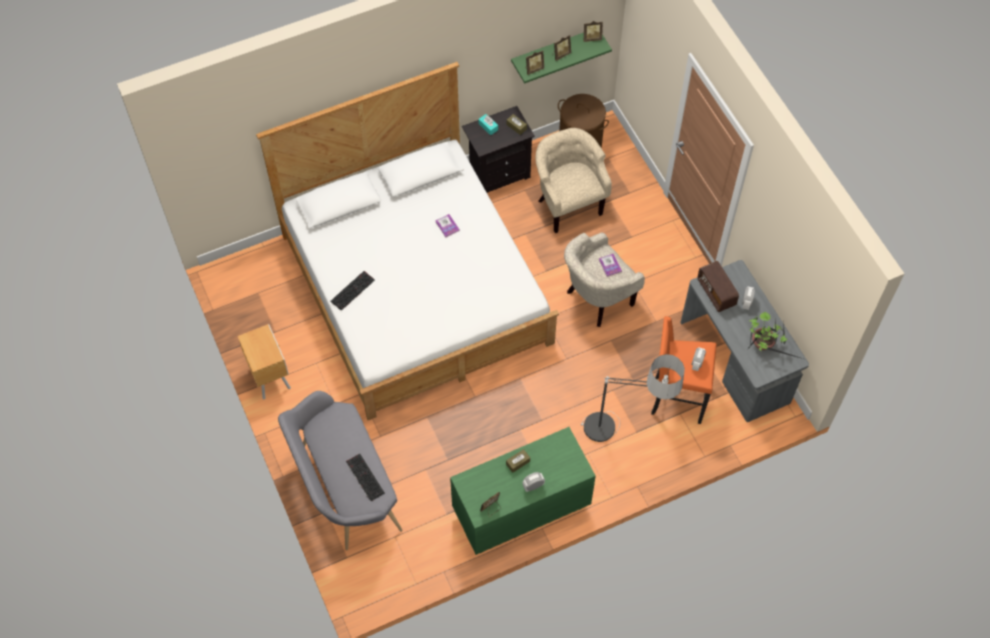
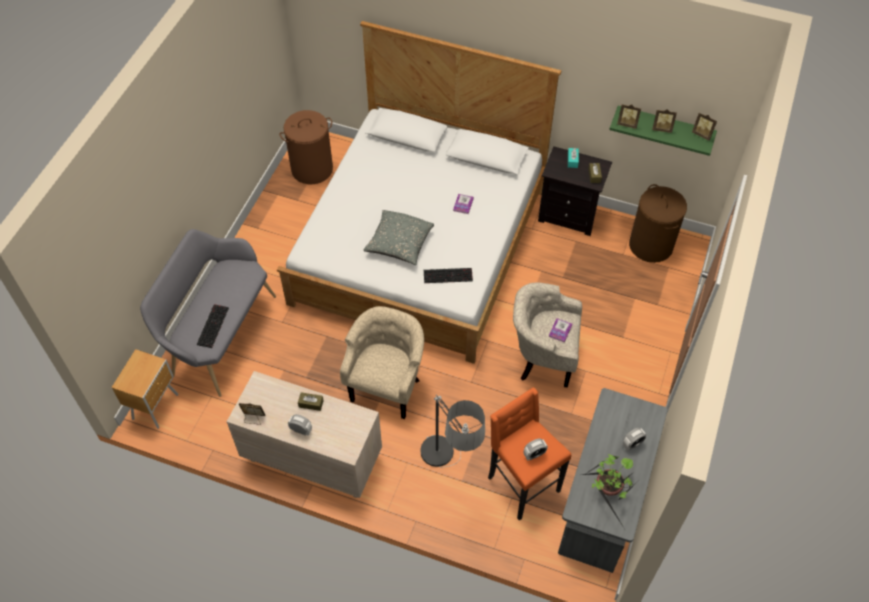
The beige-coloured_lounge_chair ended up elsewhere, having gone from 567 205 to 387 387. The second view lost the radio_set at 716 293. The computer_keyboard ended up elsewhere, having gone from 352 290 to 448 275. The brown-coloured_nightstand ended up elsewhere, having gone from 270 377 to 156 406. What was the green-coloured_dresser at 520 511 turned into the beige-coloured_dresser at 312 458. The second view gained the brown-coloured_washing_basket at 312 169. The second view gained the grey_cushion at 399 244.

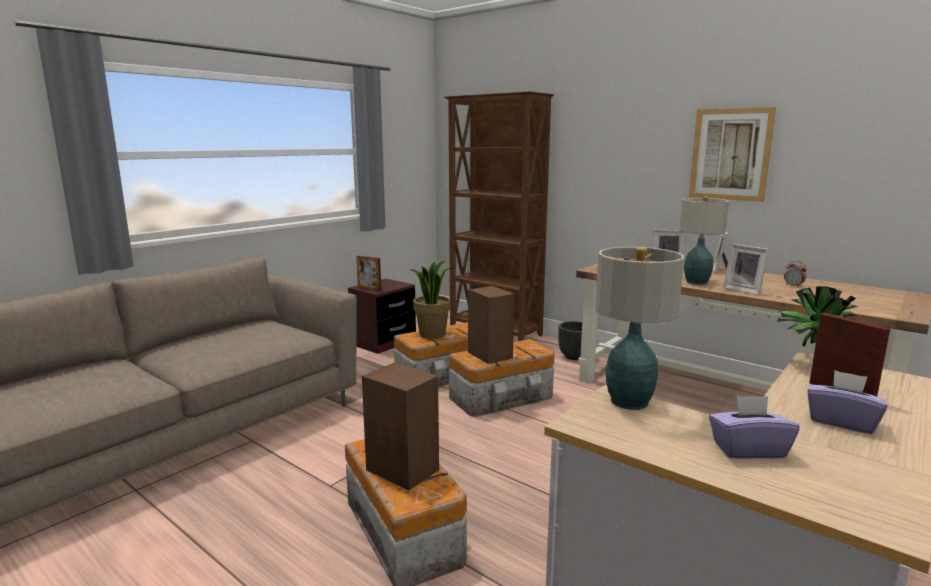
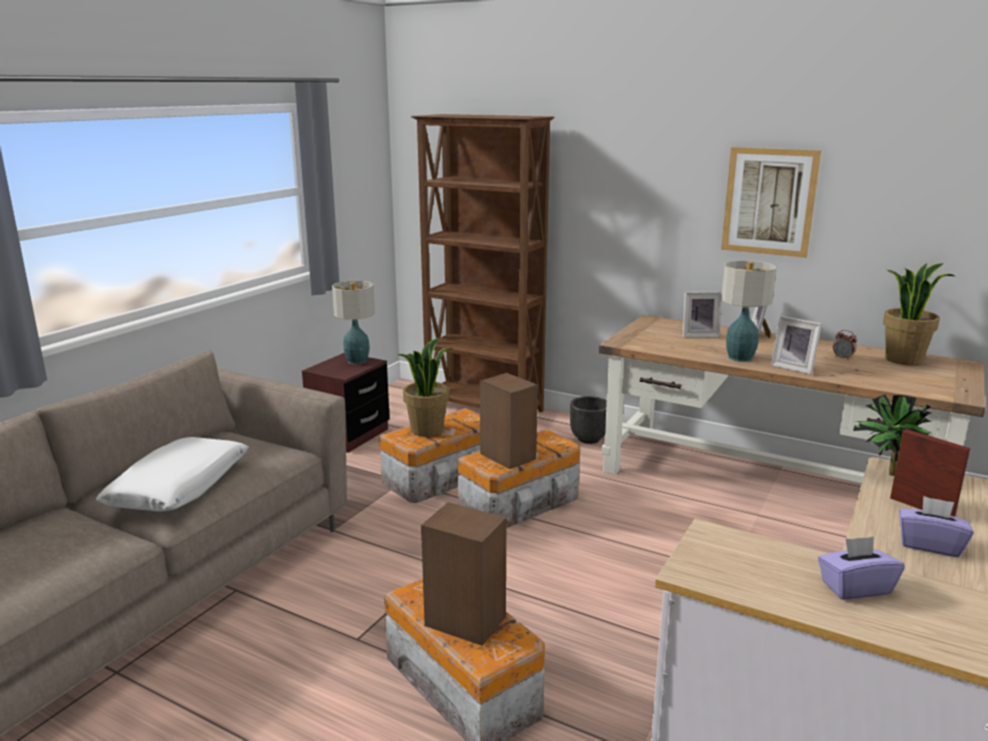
The lamp_for_a_table ended up elsewhere, having gone from 628 402 to 356 361. The second view lost the photo_frame at 369 289. The second view gained the potted_plant at 903 359. The second view gained the white_cushion at 179 487.

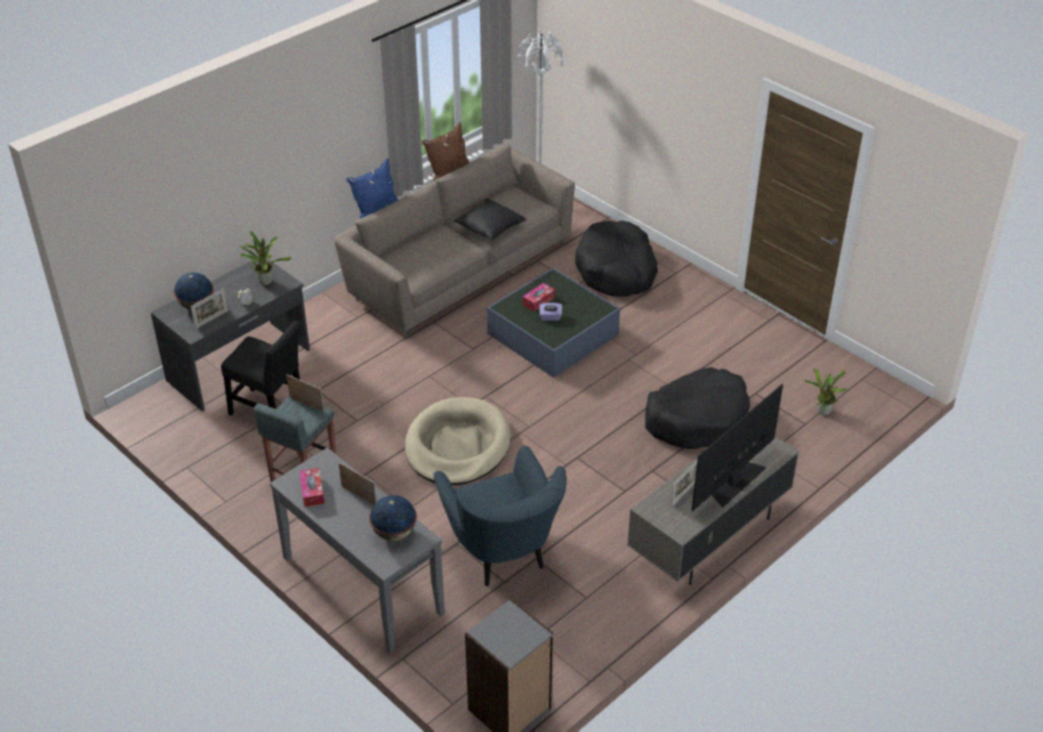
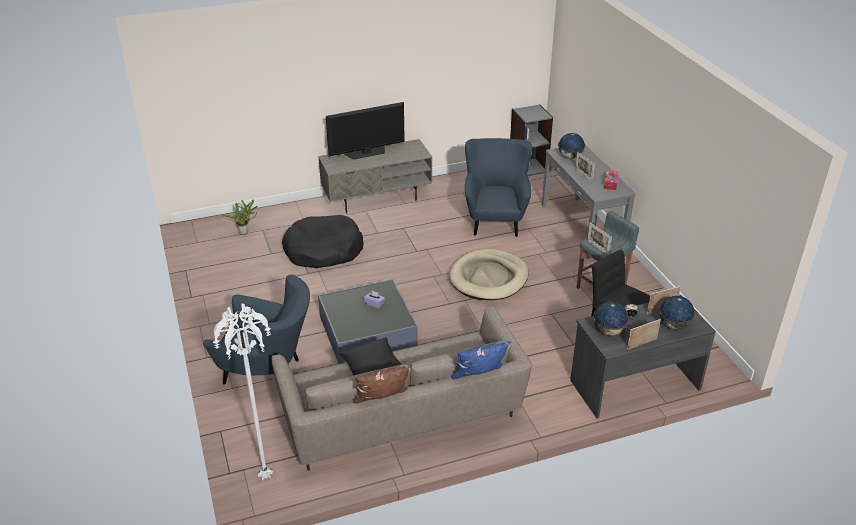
Where the black-coloured_dog_bed stood at 616 270, the blue-coloured_lounge_chair came to stand at 268 372. Where the potted_plant stood at 265 280, the world_globe came to stand at 609 331. The second view lost the tissue_holder at 538 301. The photo_frame ended up elsewhere, having gone from 684 493 to 642 344.

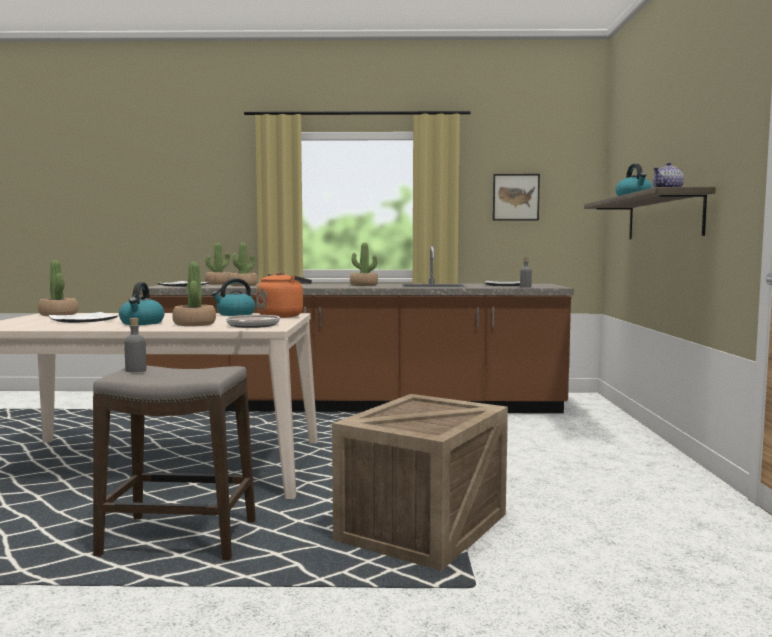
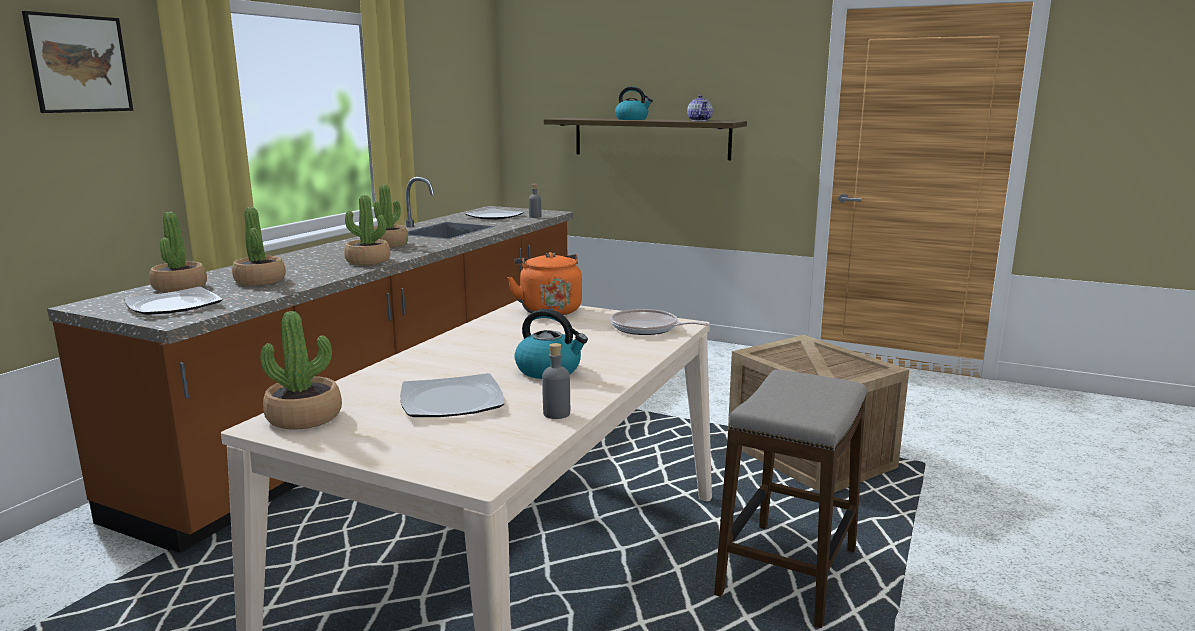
The picture ended up elsewhere, having gone from 516 197 to 79 64. The potted_plant ended up elsewhere, having gone from 194 324 to 368 261. The second view lost the kettle at 235 314. The grey_beverage_bottle ended up elsewhere, having gone from 136 370 to 556 413.

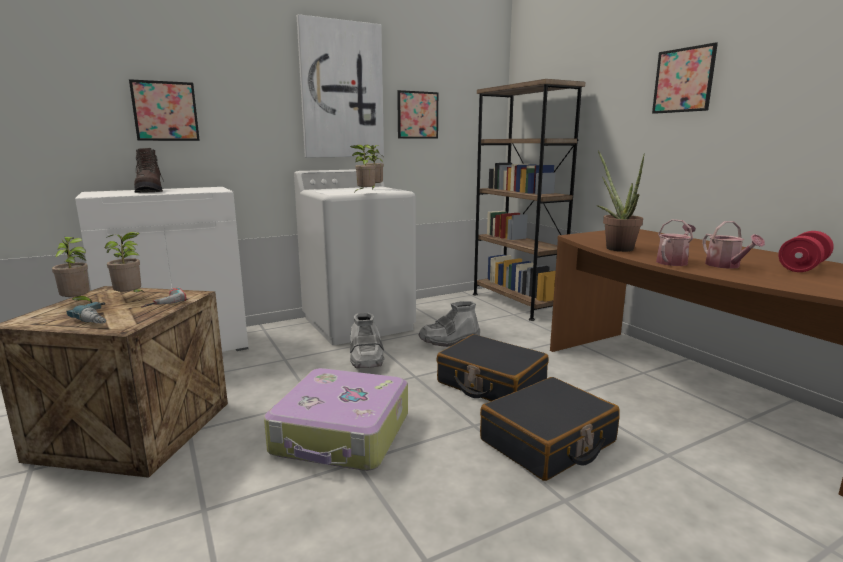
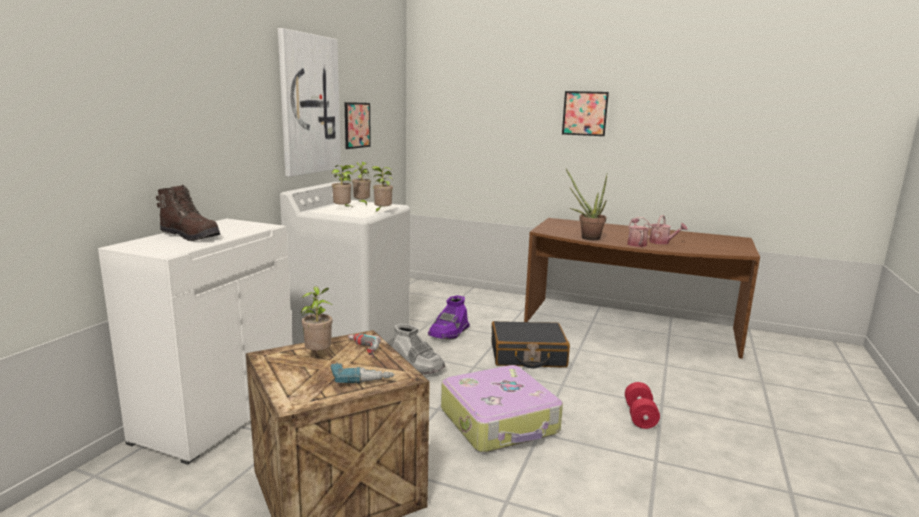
The second view lost the picture at 165 111. The second view lost the brown-coloured_shelving_unit at 516 303. The red_dumbbell ended up elsewhere, having gone from 802 267 to 640 416. The potted_plant ended up elsewhere, having gone from 78 303 to 343 209. What was the grey_tall_boot at 449 340 turned into the purple-coloured_tall_boot at 449 333. The second view lost the black-coloured_travel_case at 548 442.

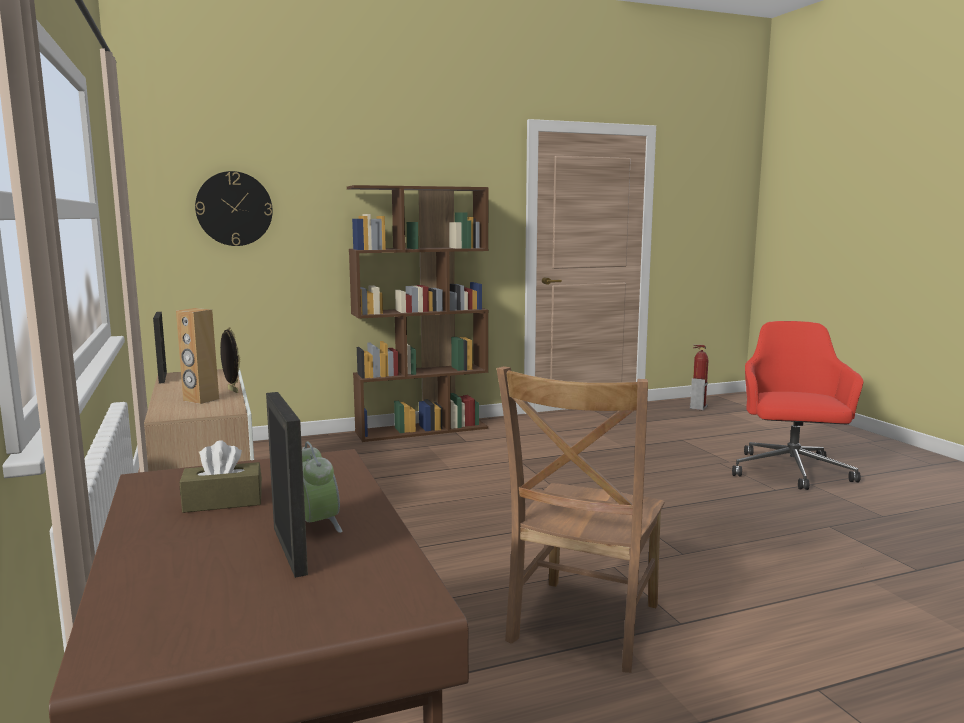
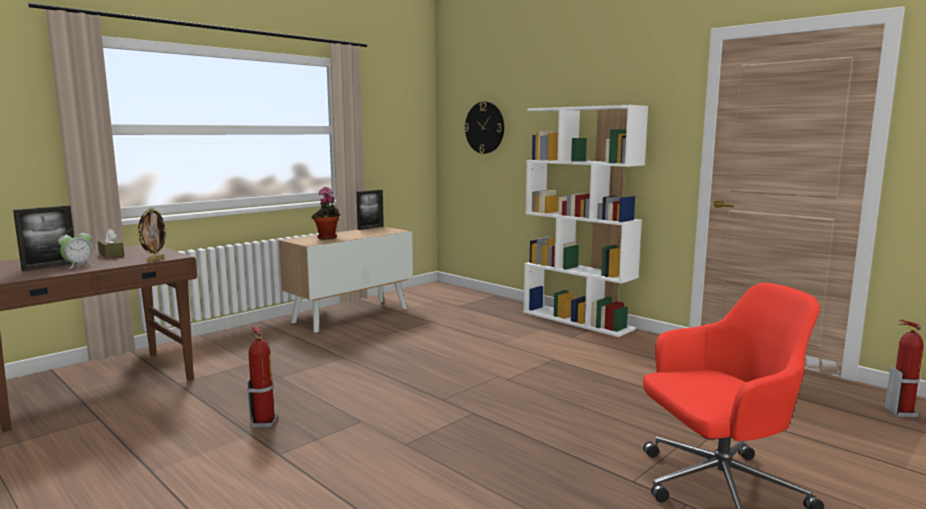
What was the brown-coloured_shelving_unit at 422 430 turned into the white_shelving_unit at 578 320. Where the brown-coloured_audio_speaker stood at 200 400, the potted_plant came to stand at 327 238. The photo_frame ended up elsewhere, having gone from 231 391 to 155 260. Where the brown-coloured_chair stood at 582 626, the fire-fighting_cylinder came to stand at 264 422.

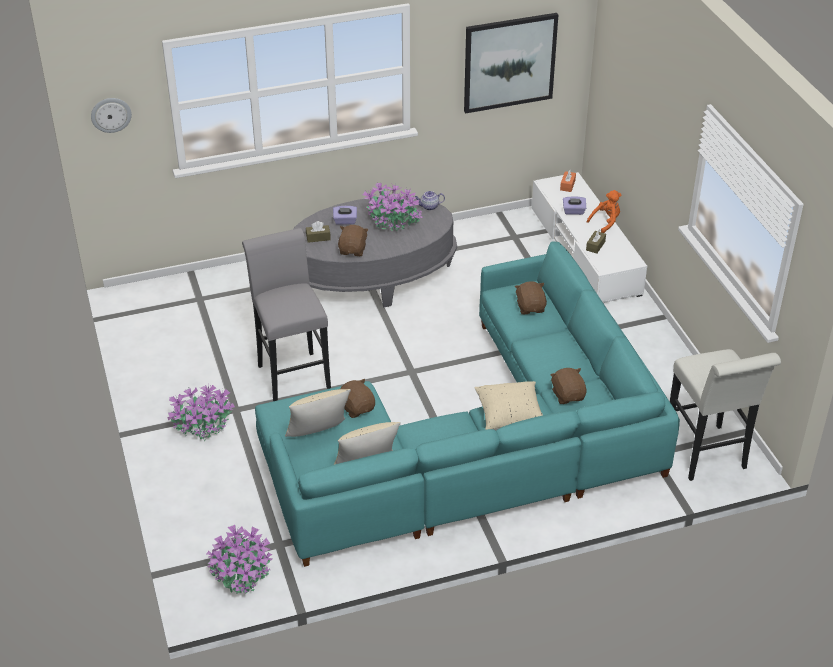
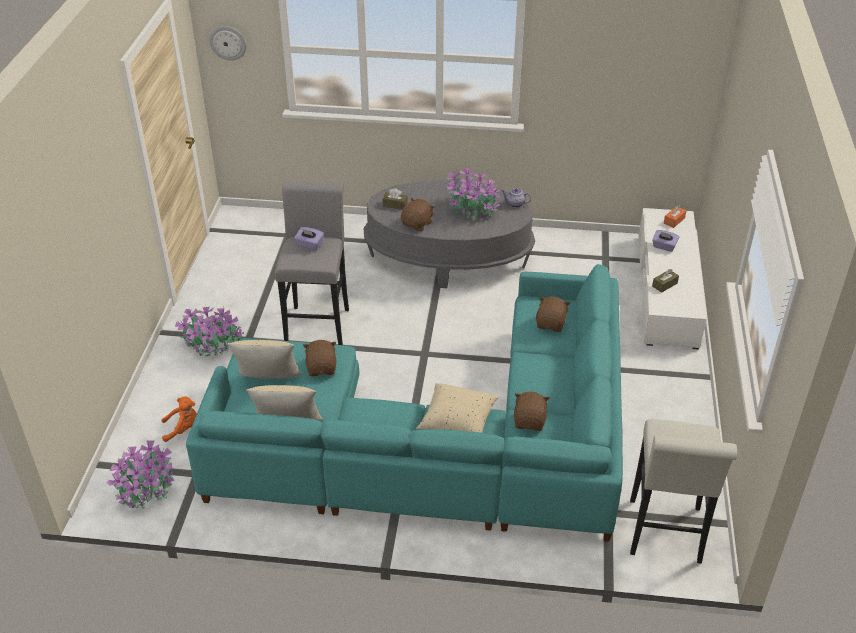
The second view lost the picture at 509 62. The orange-coloured_soft_toy ended up elsewhere, having gone from 606 222 to 183 428. The purple-coloured_tissue_holder ended up elsewhere, having gone from 345 221 to 309 245.

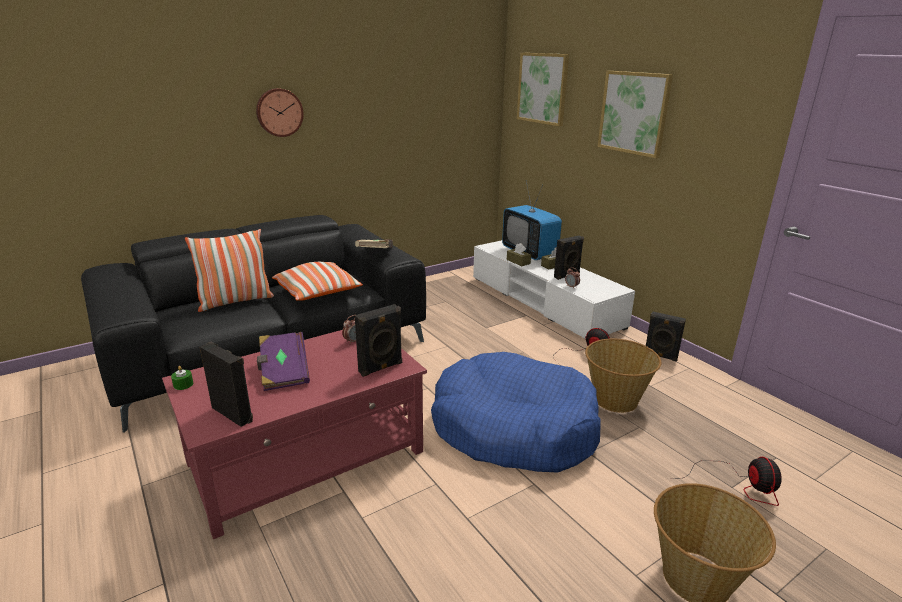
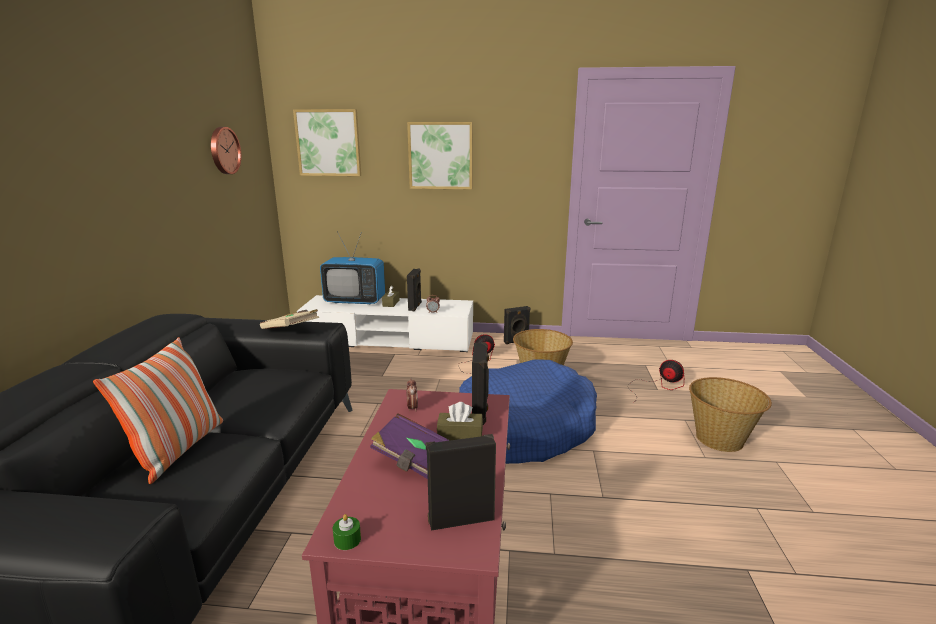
The clock_on_the_wall ended up elsewhere, having gone from 279 112 to 224 150. The brown-coloured_tissue_holder ended up elsewhere, having gone from 518 261 to 460 435. The second view lost the cushion at 318 293.

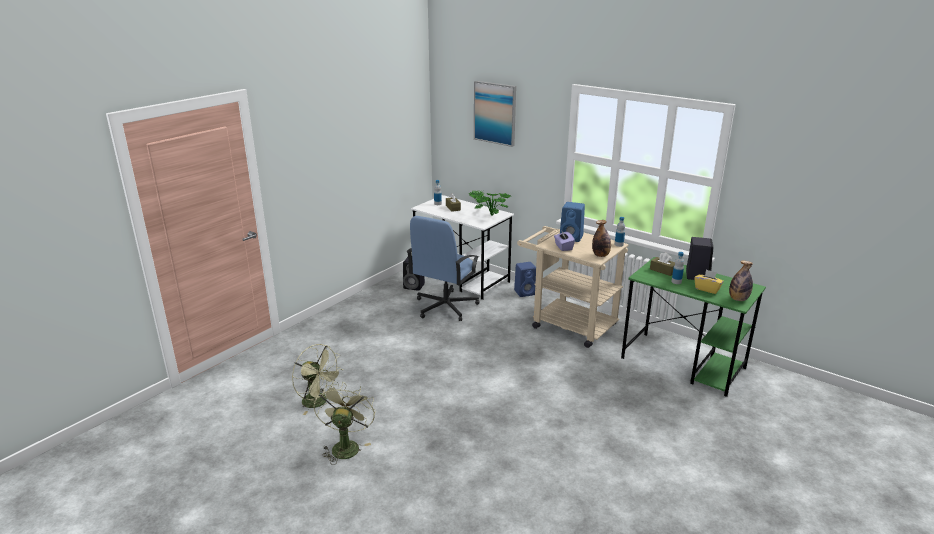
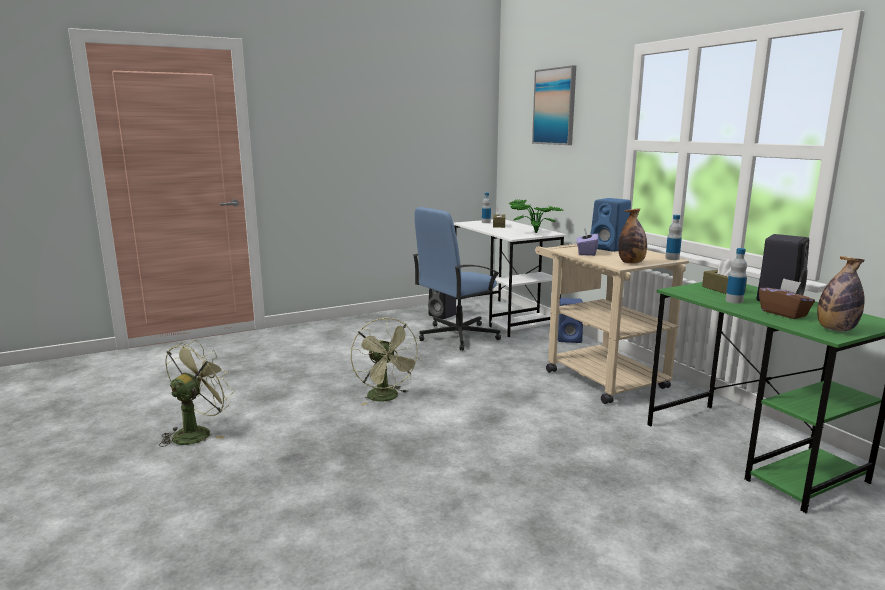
What was the yellow_tissue_holder at 707 289 turned into the brown-coloured_tissue_holder at 784 313. The green-coloured_electric_fan ended up elsewhere, having gone from 319 402 to 387 398.

